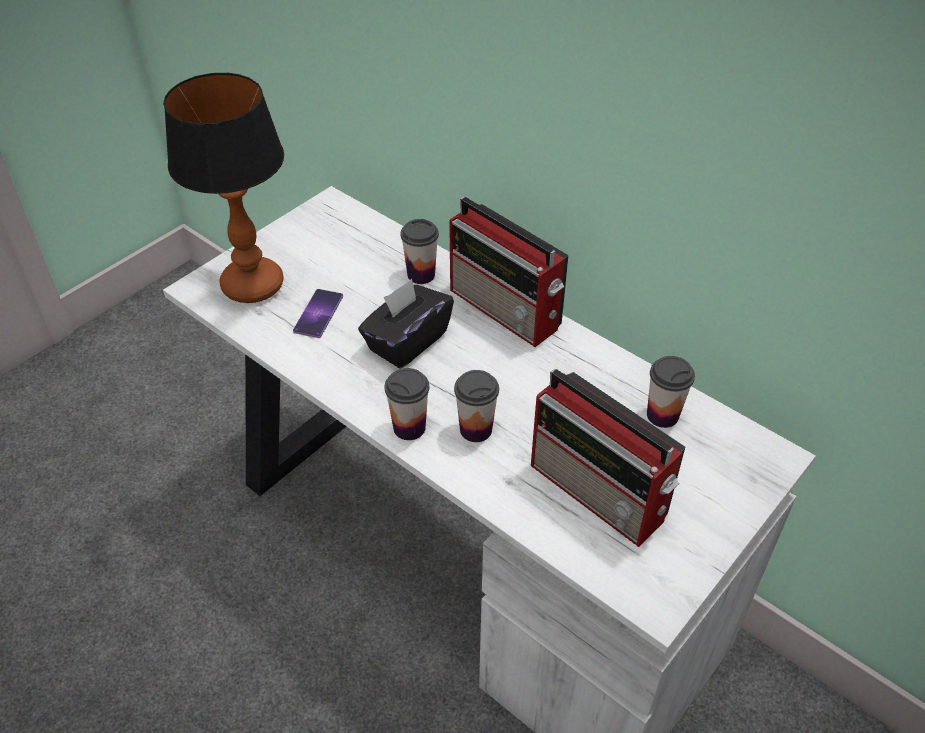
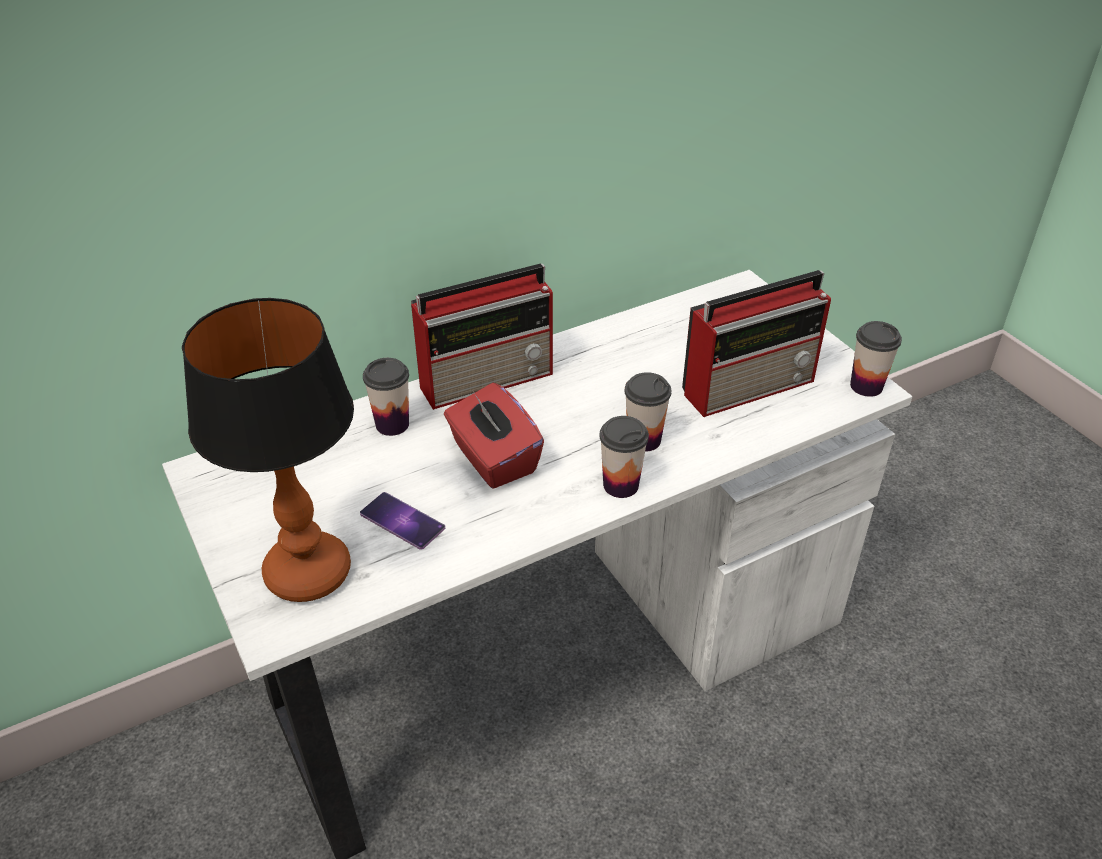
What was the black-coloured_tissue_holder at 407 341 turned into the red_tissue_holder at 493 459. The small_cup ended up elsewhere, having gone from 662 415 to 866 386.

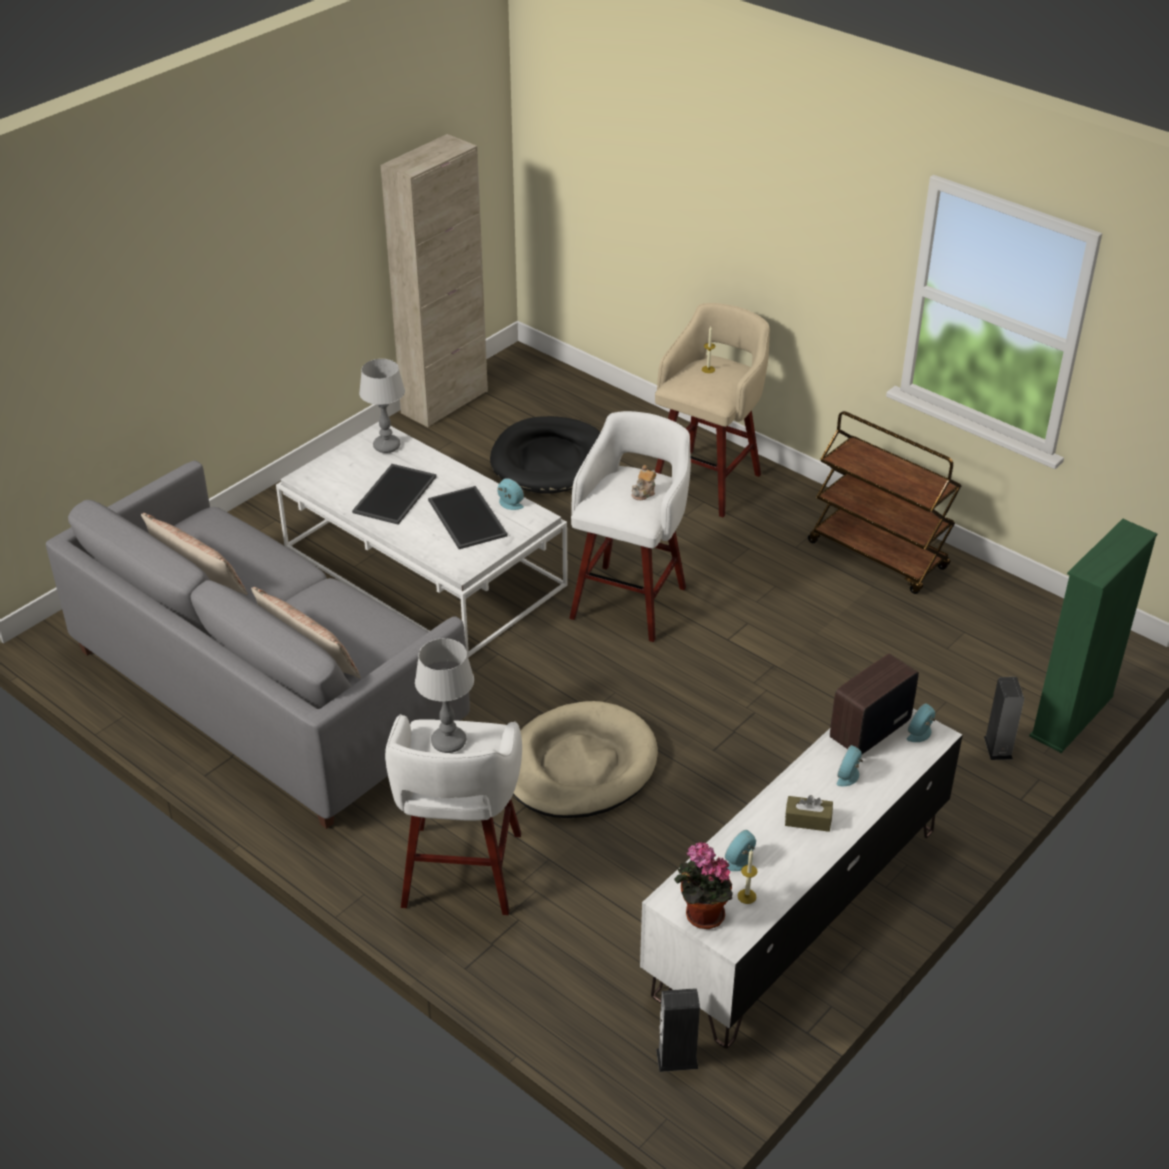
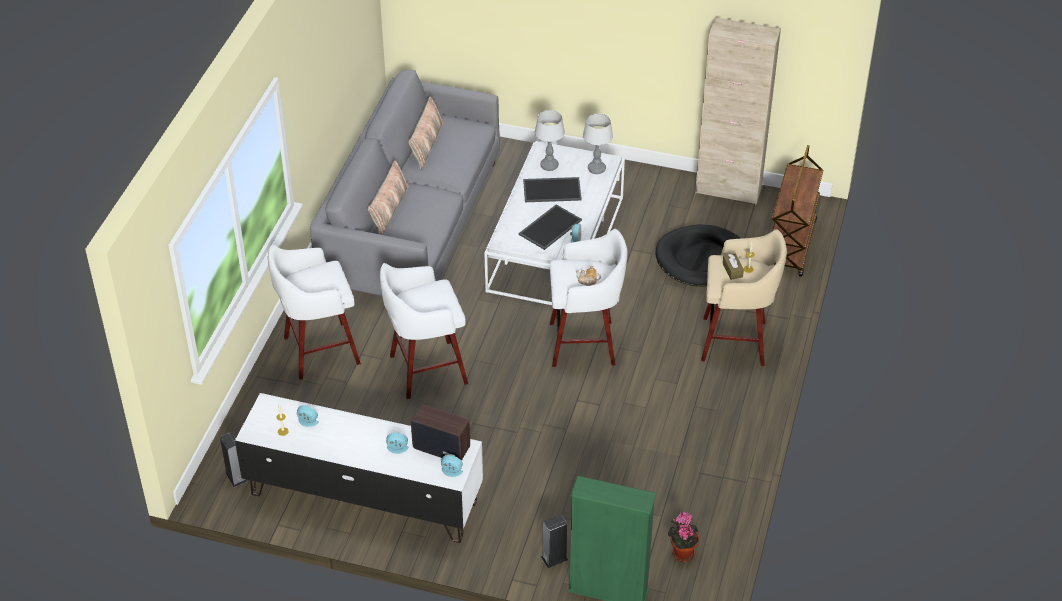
The brown-coloured_trolley ended up elsewhere, having gone from 878 555 to 791 246. The lamp_for_a_table ended up elsewhere, having gone from 449 742 to 549 166. Where the beige-coloured_dog_bed stood at 580 766, the white_stool_seat came to stand at 425 370. The brown-coloured_tissue_holder ended up elsewhere, having gone from 808 820 to 732 270. The potted_plant ended up elsewhere, having gone from 701 915 to 682 552.

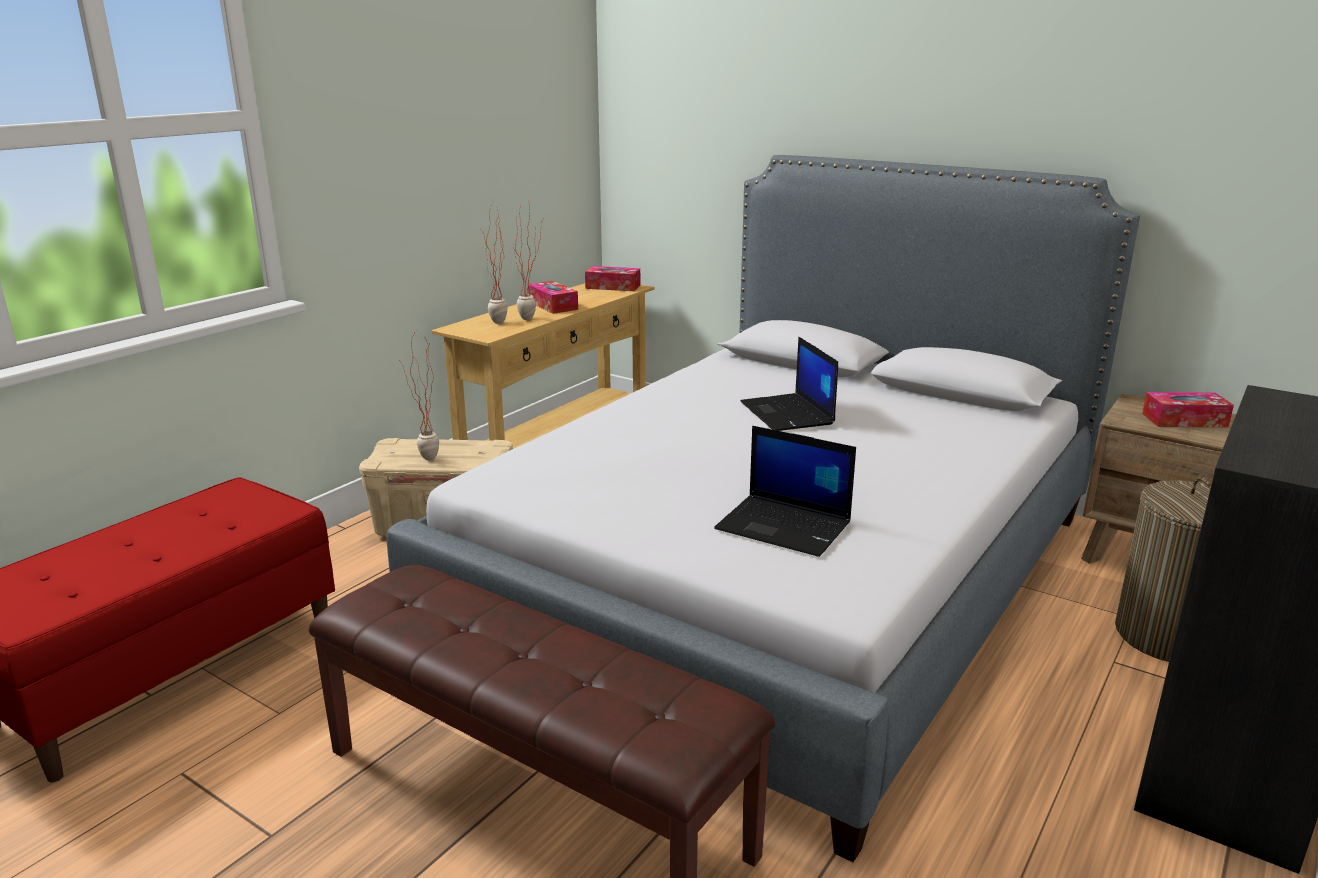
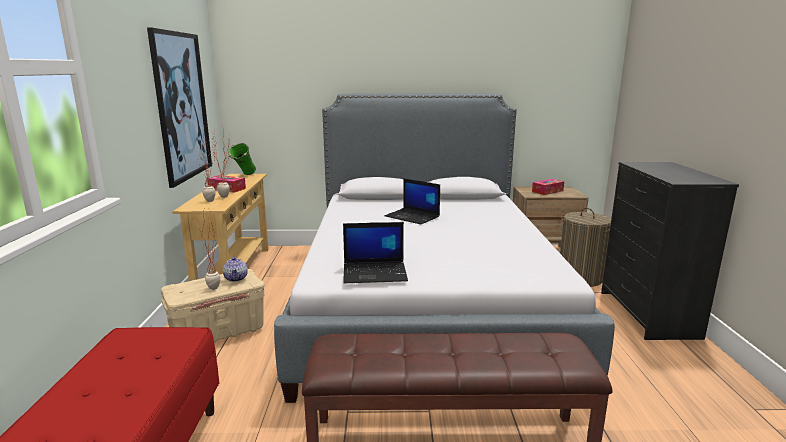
Where the tissue_holder stood at 613 287, the green-coloured_decorative_vase came to stand at 244 176. The notebook_computer ended up elsewhere, having gone from 785 526 to 375 273. The second view gained the picture at 182 106. The second view gained the tea_pot at 236 278.

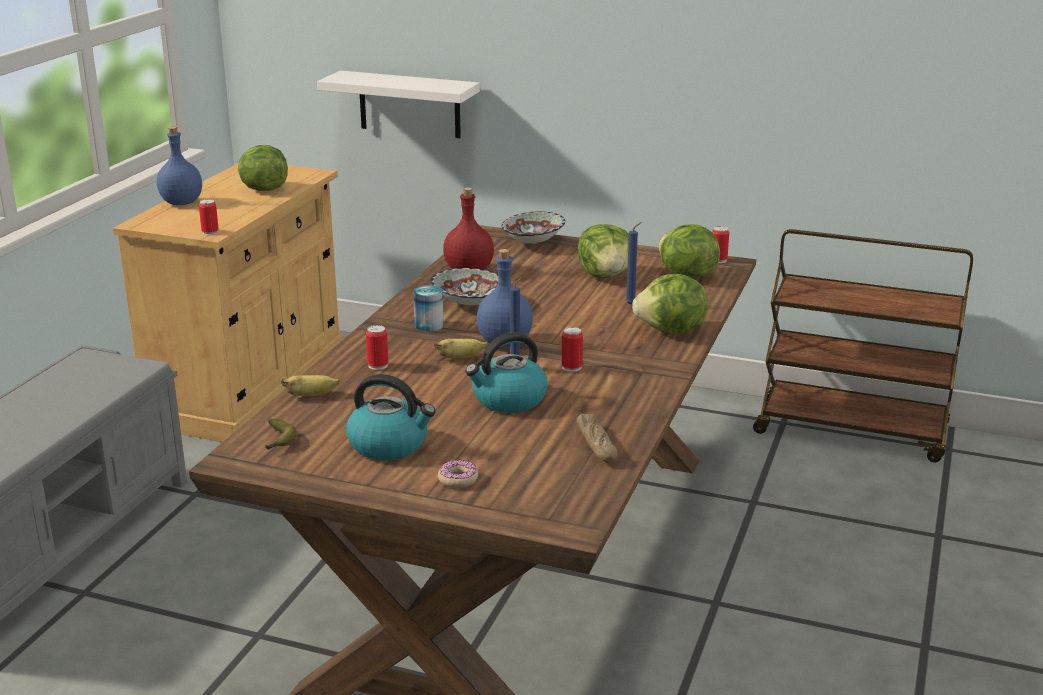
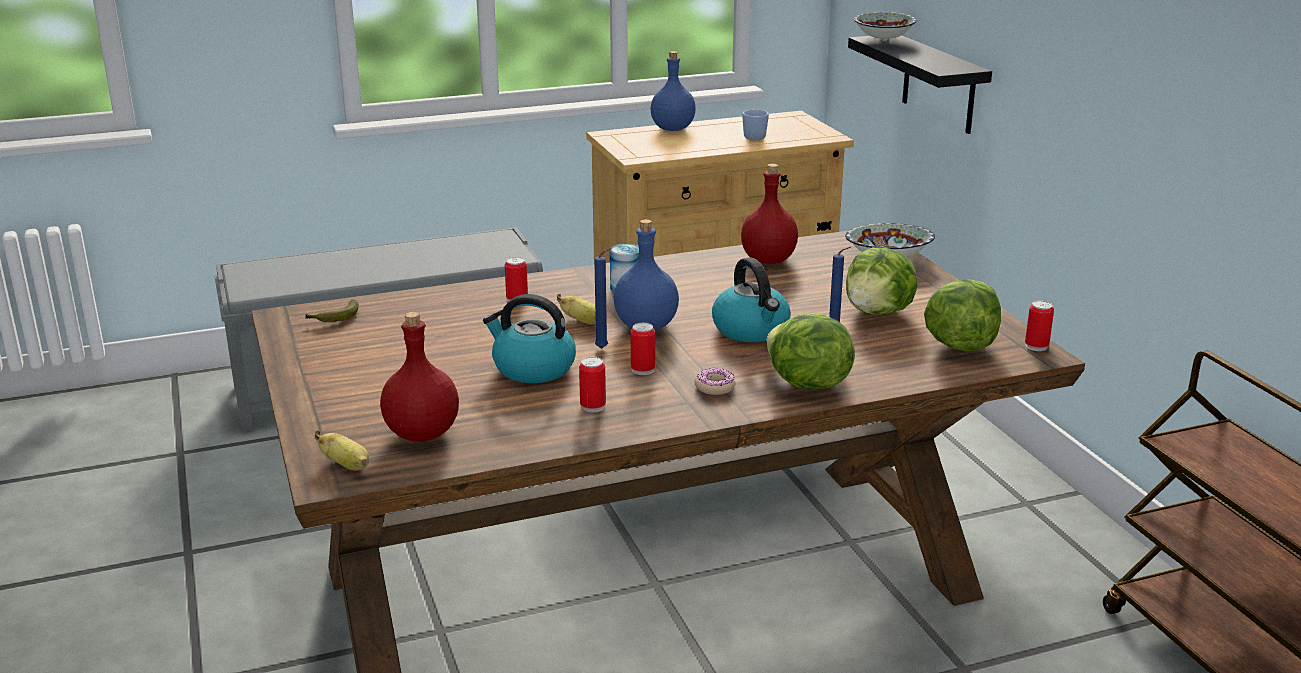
What was the white_wall_shelf at 409 104 turned into the black-coloured_wall_shelf at 939 84. Where the head_of_lettuce stood at 263 189, the blue-coloured_tea_mug came to stand at 755 137. The sealed_can ended up elsewhere, having gone from 210 232 to 592 406. The bowl ended up elsewhere, having gone from 470 303 to 884 40. The kettle ended up elsewhere, having gone from 389 445 to 751 330. The whole_banana ended up elsewhere, having gone from 311 395 to 347 466. The second view lost the baked_bread at 596 445. The doughnut ended up elsewhere, having gone from 458 479 to 714 387. The second view gained the red_beverage_bottle at 421 434.

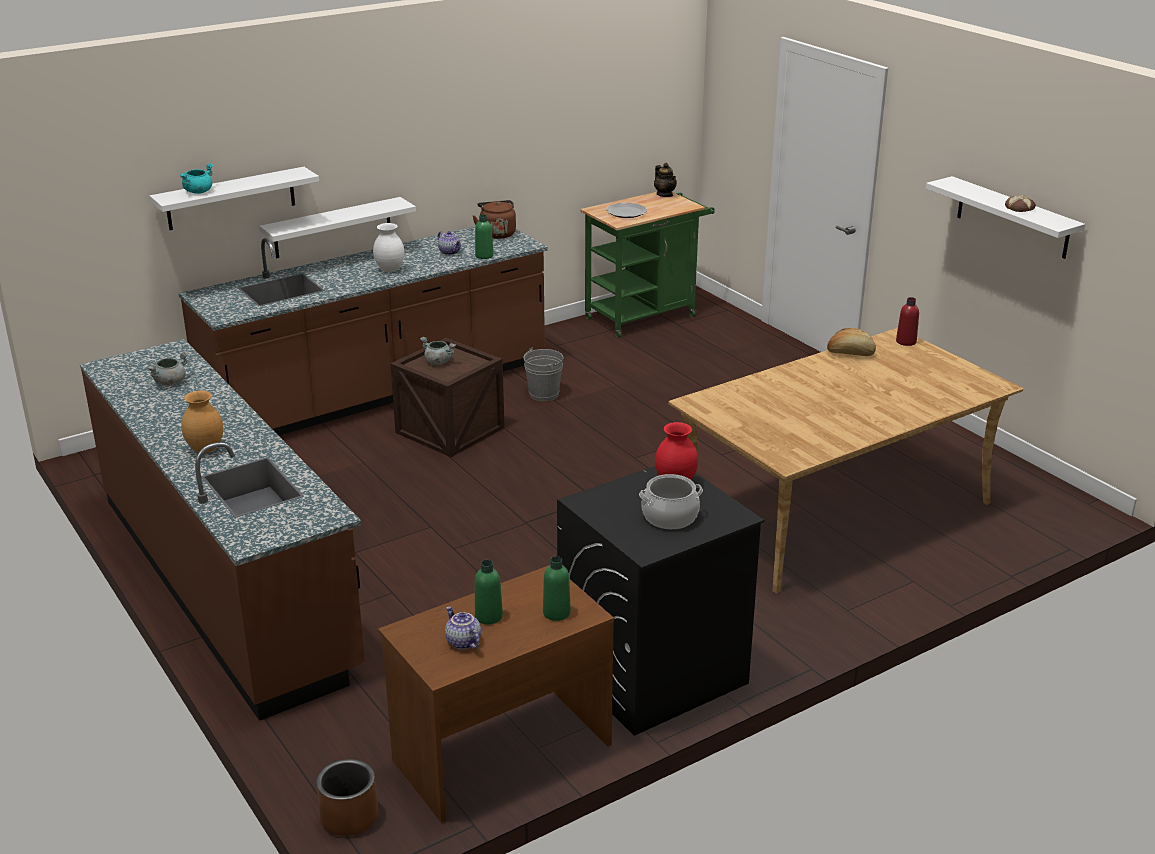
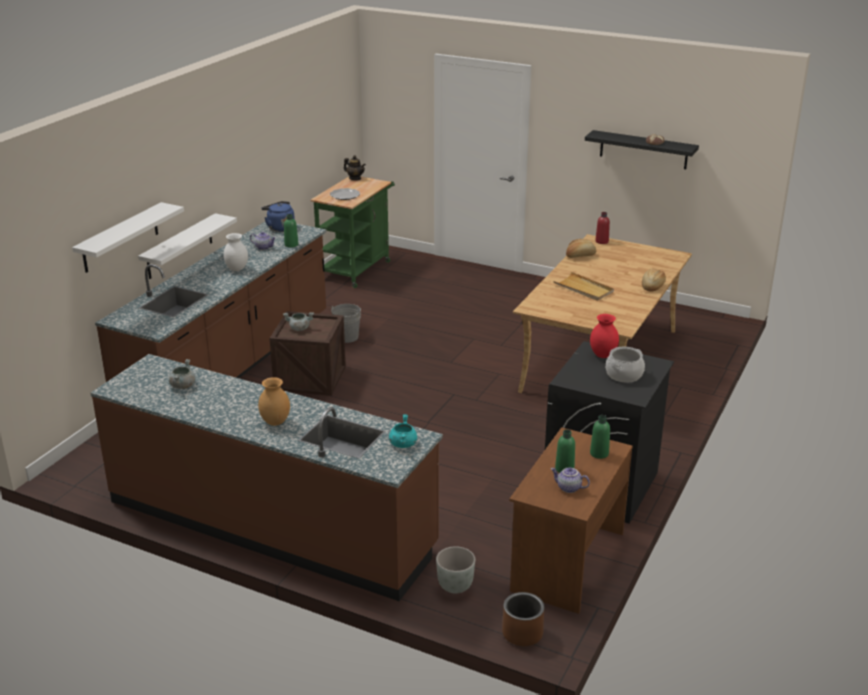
The turquoise_stockpot ended up elsewhere, having gone from 198 191 to 403 444. What was the white_wall_shelf at 1012 218 turned into the black-coloured_wall_shelf at 643 150. What was the brown-coloured_kettle at 497 233 turned into the blue-coloured_kettle at 279 228. The second view gained the baked_bread at 652 286. The second view gained the beige-coloured_serving_tray at 584 289. The second view gained the grey_flower_pot at 455 586.

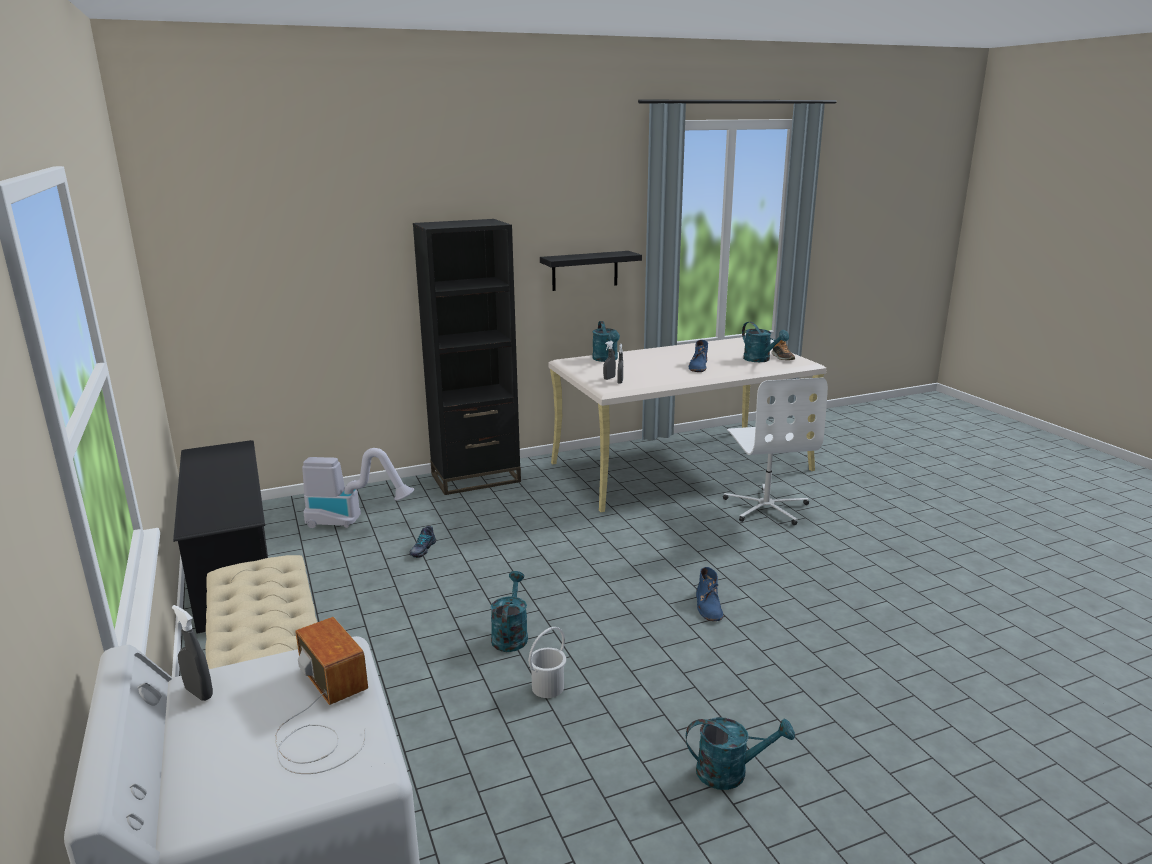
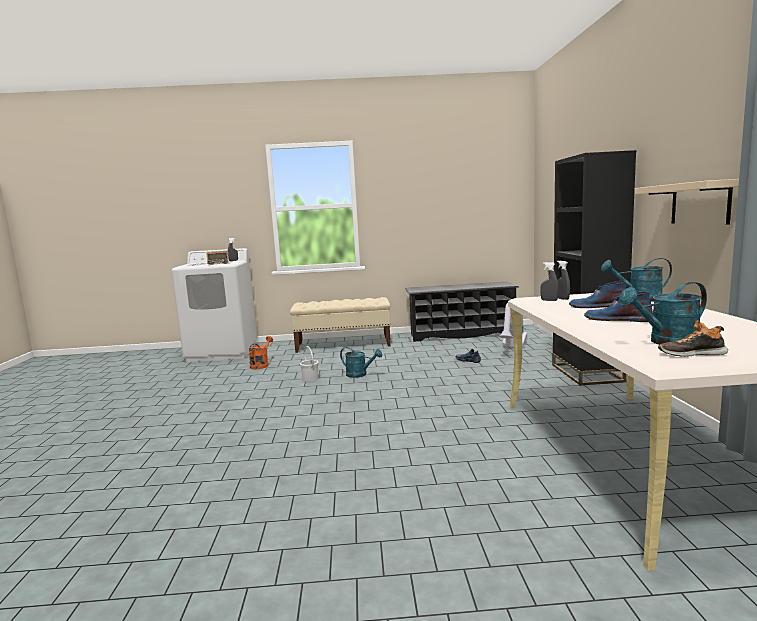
What was the black-coloured_wall_shelf at 585 270 turned into the beige-coloured_wall_shelf at 700 203. The second view lost the white_office_chair at 766 507. The blue-coloured_tall_boot ended up elsewhere, having gone from 708 606 to 597 306. The second view lost the turquoise_sprinkling_can at 731 772. The second view gained the orange-coloured_sprinkling_can at 261 365.

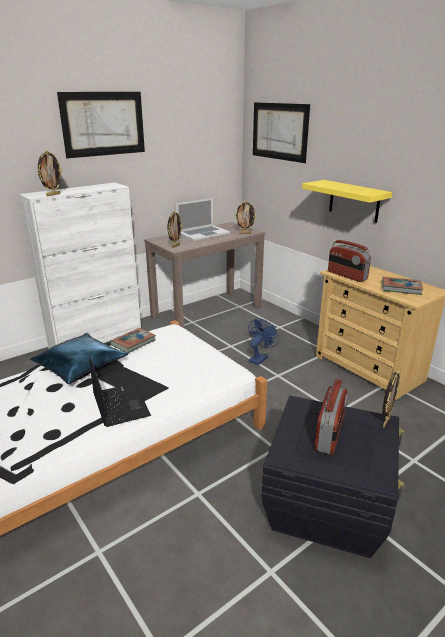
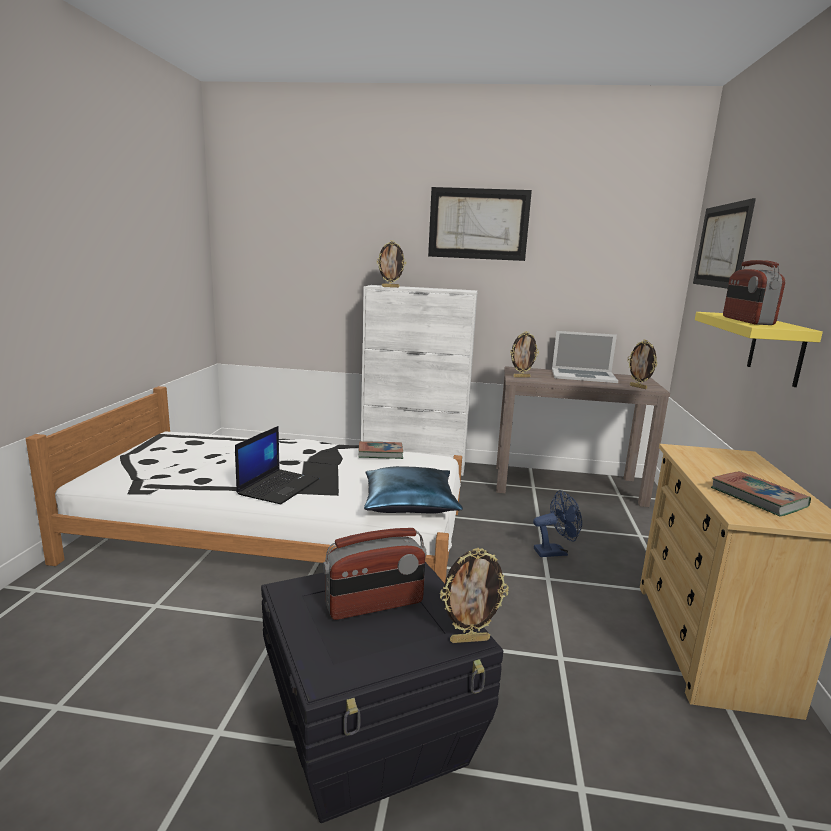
The radio_set ended up elsewhere, having gone from 346 276 to 746 321. The blue-coloured_cushion ended up elsewhere, having gone from 80 365 to 410 502.

